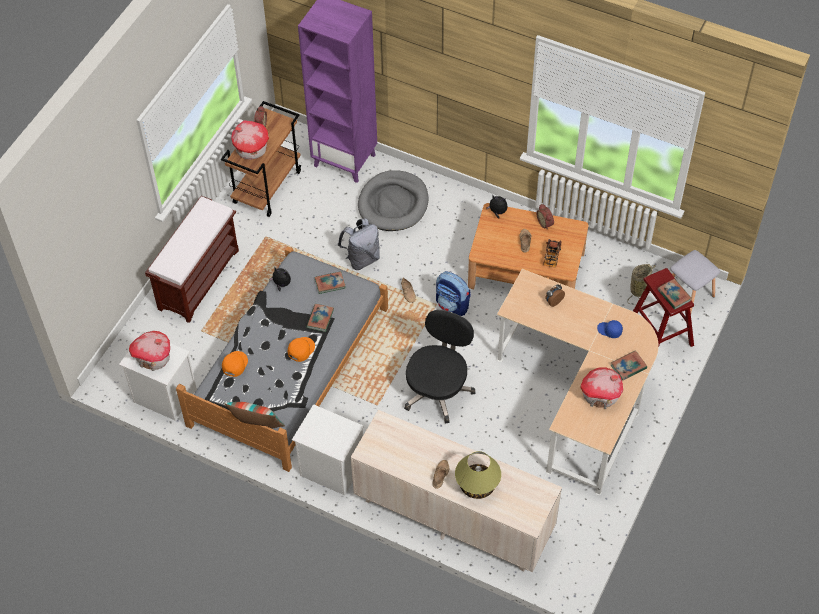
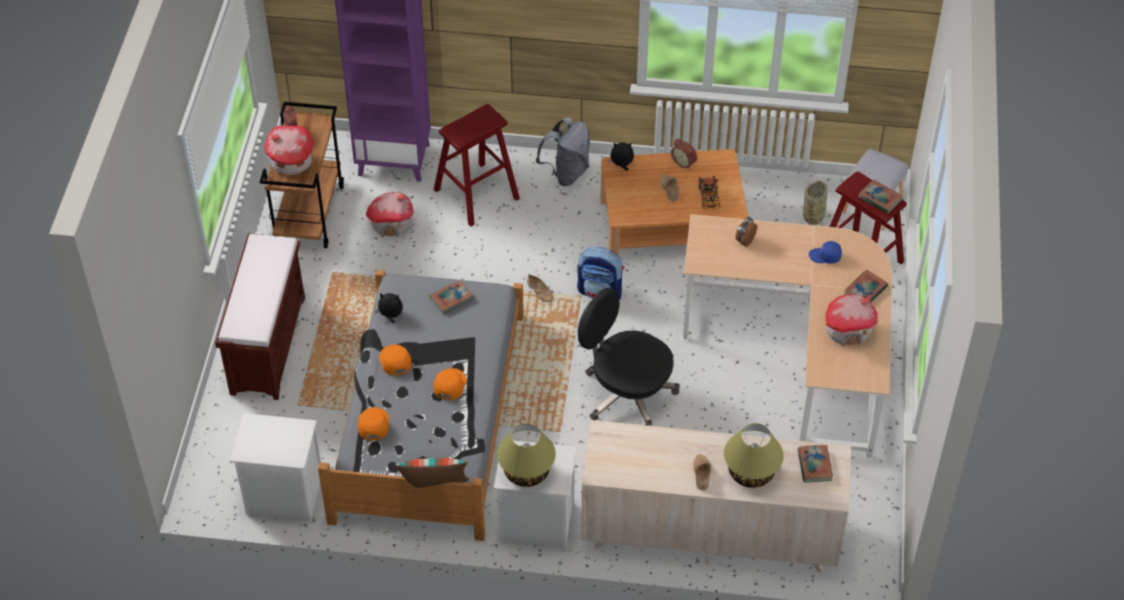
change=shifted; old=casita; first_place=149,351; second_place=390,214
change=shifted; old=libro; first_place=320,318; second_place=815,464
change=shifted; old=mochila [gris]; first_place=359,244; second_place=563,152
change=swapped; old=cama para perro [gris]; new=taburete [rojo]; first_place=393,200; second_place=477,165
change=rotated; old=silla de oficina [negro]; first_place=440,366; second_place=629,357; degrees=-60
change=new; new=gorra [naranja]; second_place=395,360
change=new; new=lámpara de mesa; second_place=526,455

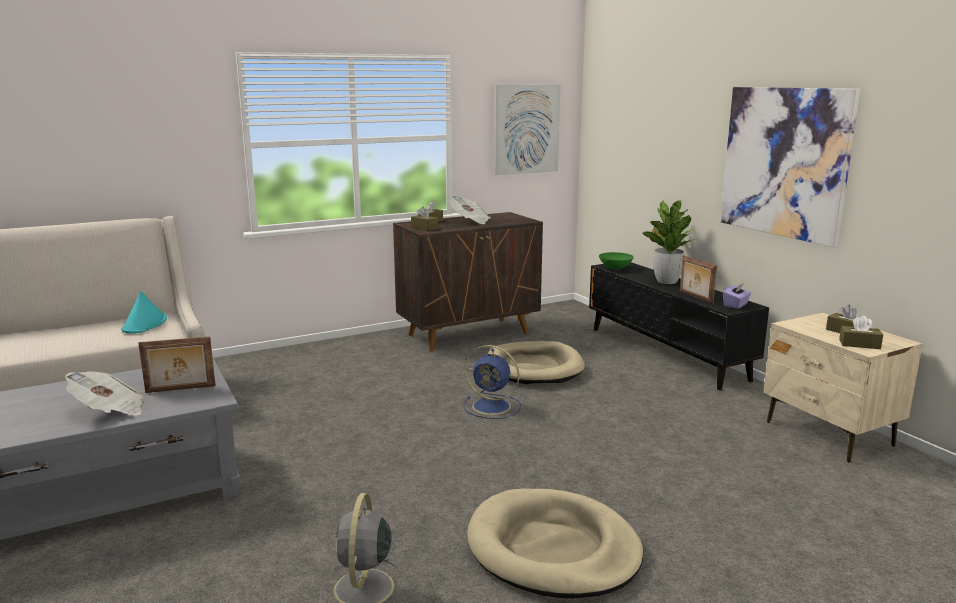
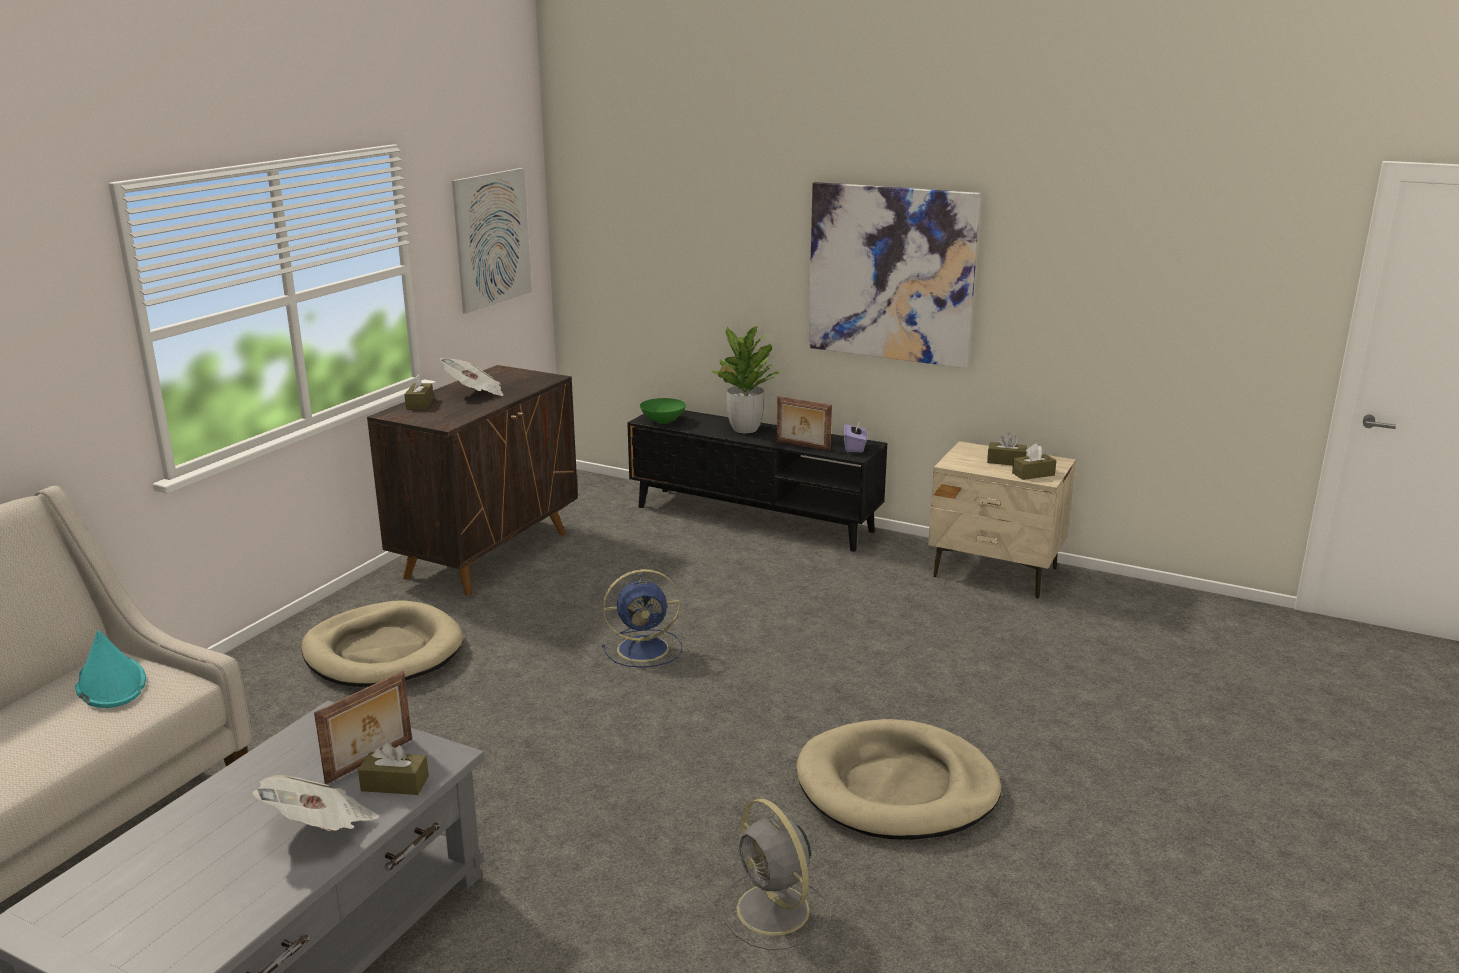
change=shifted; old=caja de pañuelos [marrón]; first_place=424,219; second_place=393,768
change=shifted; old=cama para perro [beis]; first_place=536,362; second_place=382,644

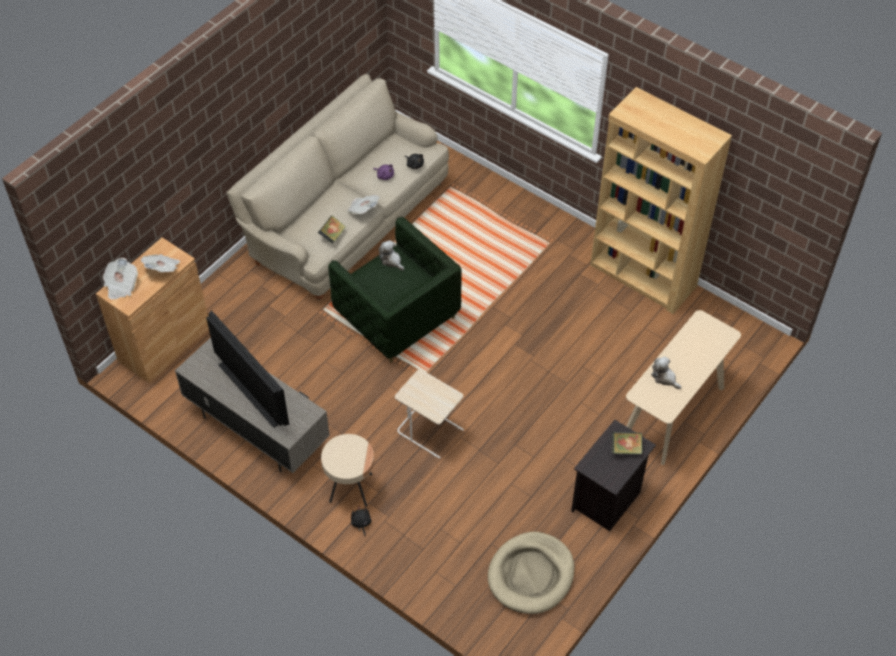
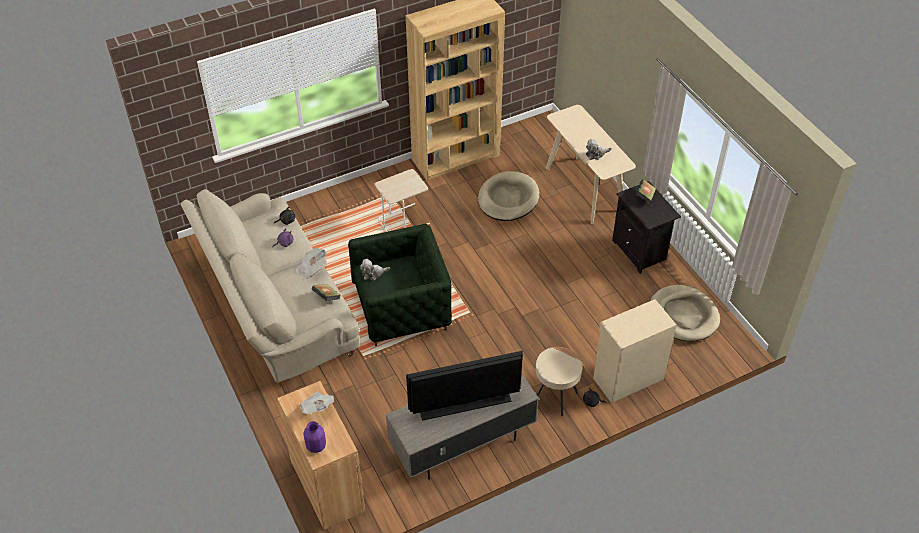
change=swapped; old=periódico; new=florero [morado]; first_place=120,279; second_place=315,437
change=shifted; old=mesa auxiliar [beis]; first_place=429,414; second_place=402,200
change=new; new=cama para perro [beis]; second_place=508,196
change=new; new=armario [beis]; second_place=635,351

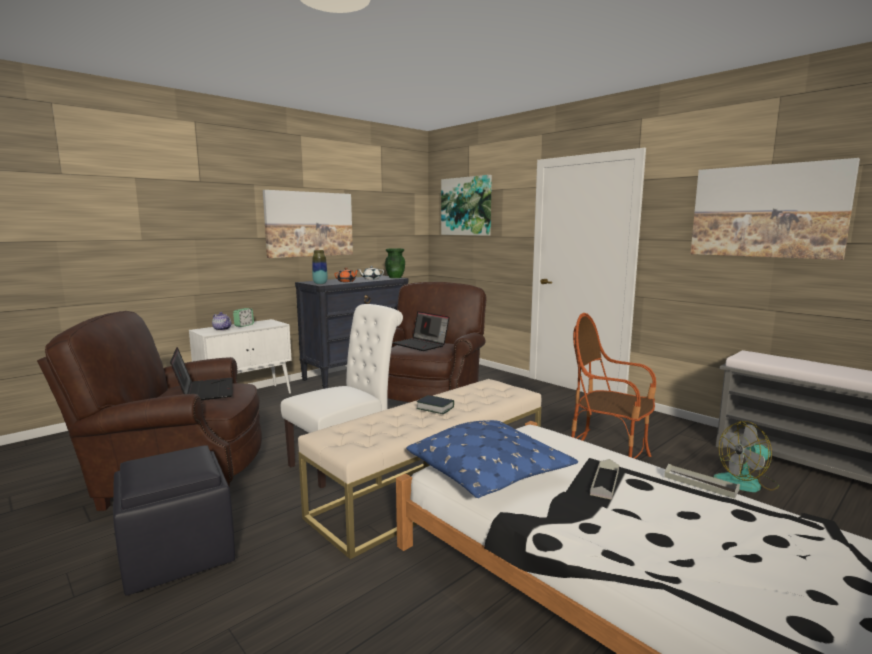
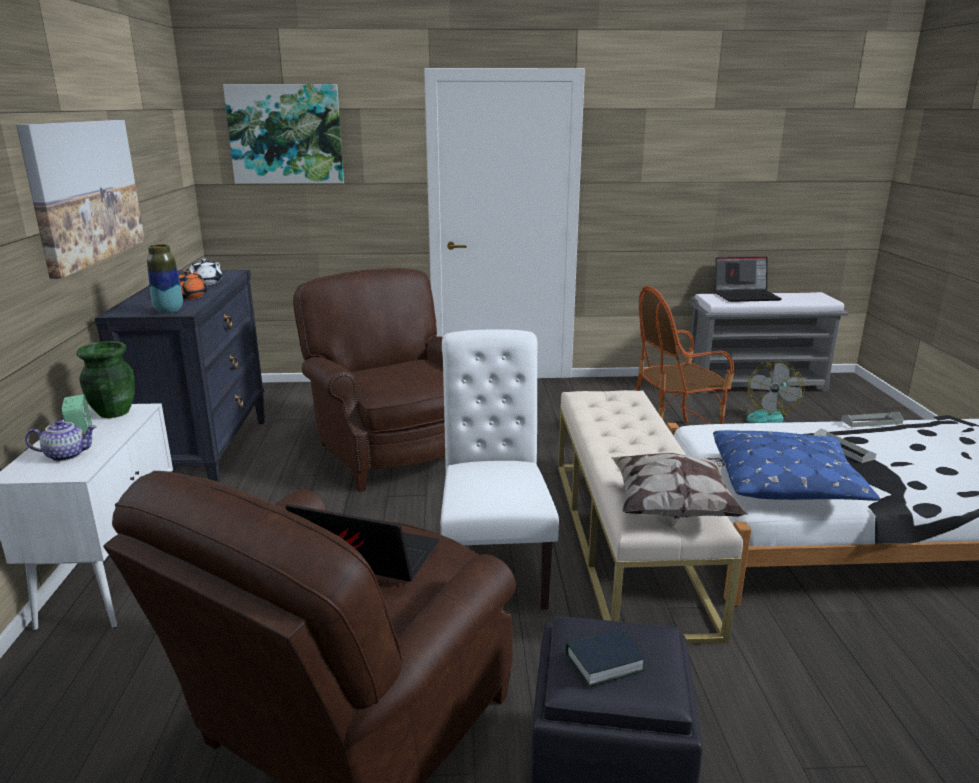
change=shifted; old=florero [verde]; first_place=395,263; second_place=105,379
change=shifted; old=portátil; first_place=421,331; second_place=748,279
change=shifted; old=libro; first_place=435,404; second_place=606,658
change=gone; old=cuadro; first_place=775,209
change=new; new=cojín; second_place=679,486

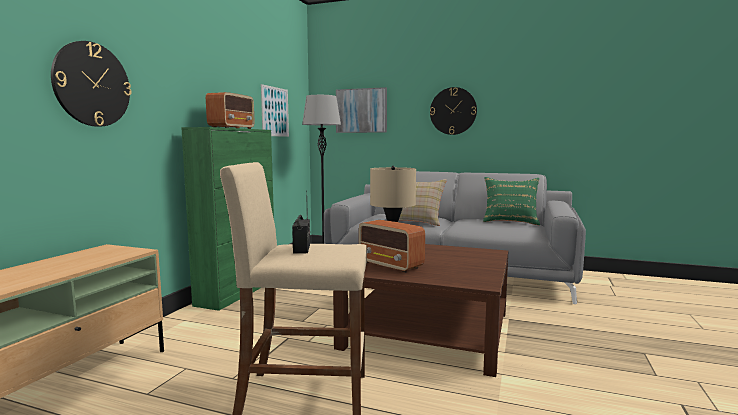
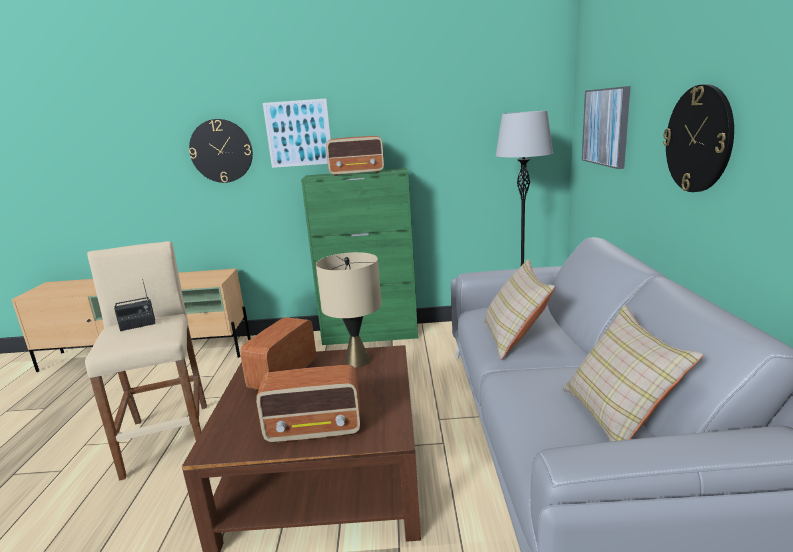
change=shifted; old=cuadro; first_place=275,110; second_place=297,133
change=repainted; old=cojín [verde]; new=cojín [beis]; first_place=511,201; second_place=633,373
change=new; new=radio; second_place=308,404

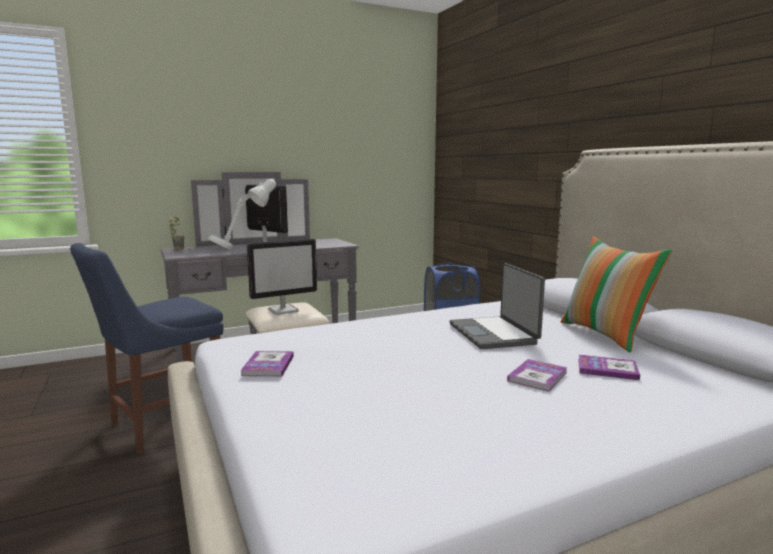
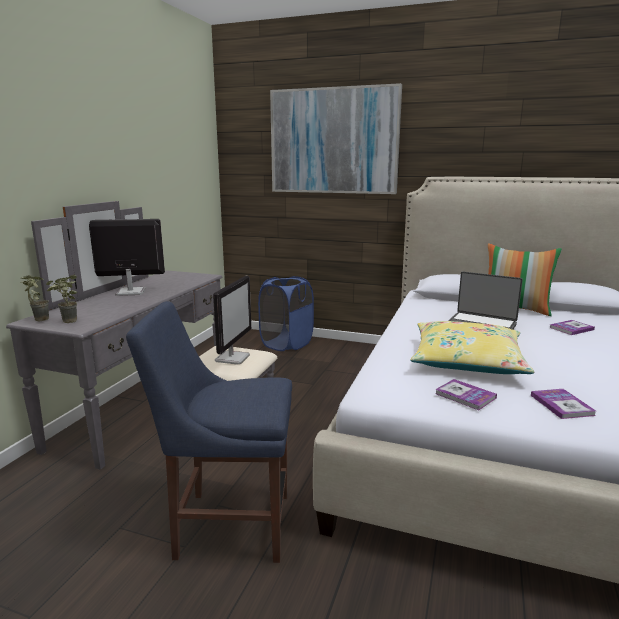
change=rotated; old=silla [azul]; first_place=147,348; second_place=209,432; degrees=90
change=gone; old=lámpara de mesa [blanco]; first_place=242,214
change=shifted; old=libro; first_place=537,375; second_place=563,404
change=new; new=planta en maceta; second_place=61,299
change=new; new=cuadro; second_place=336,138
change=new; new=cojín [amarillo]; second_place=472,347

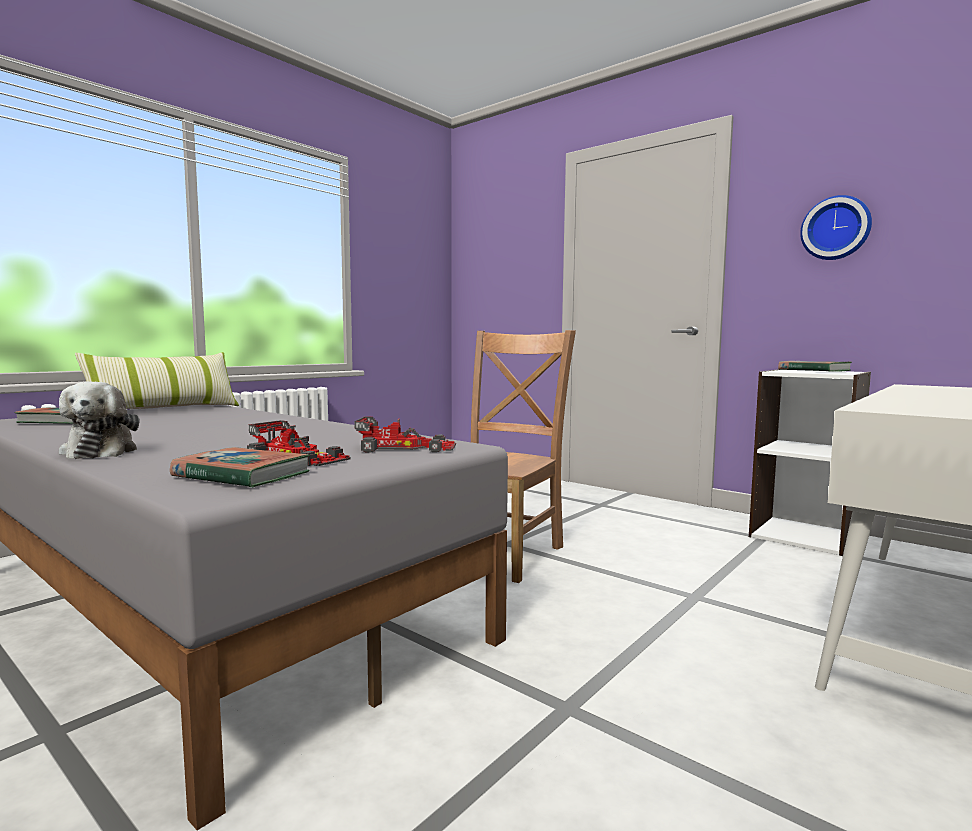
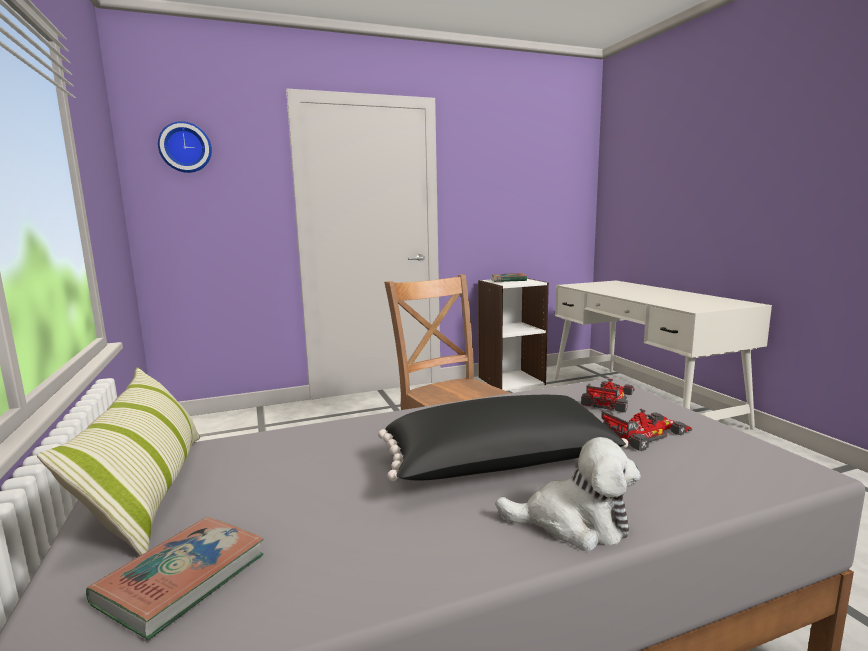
change=gone; old=libro; first_place=240,467
change=shifted; old=reloj de pared; first_place=836,227; second_place=185,147
change=new; new=cojín [negro]; second_place=503,438

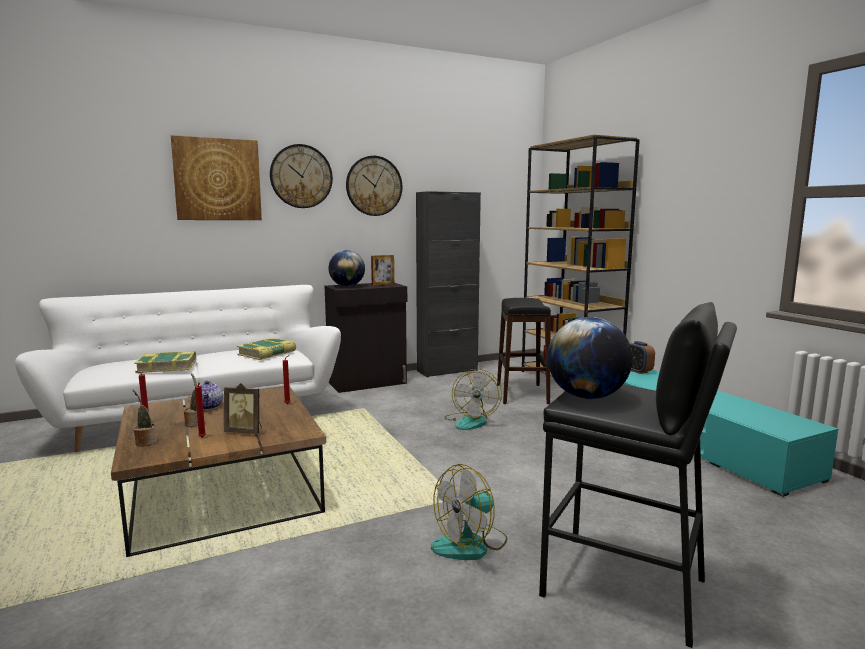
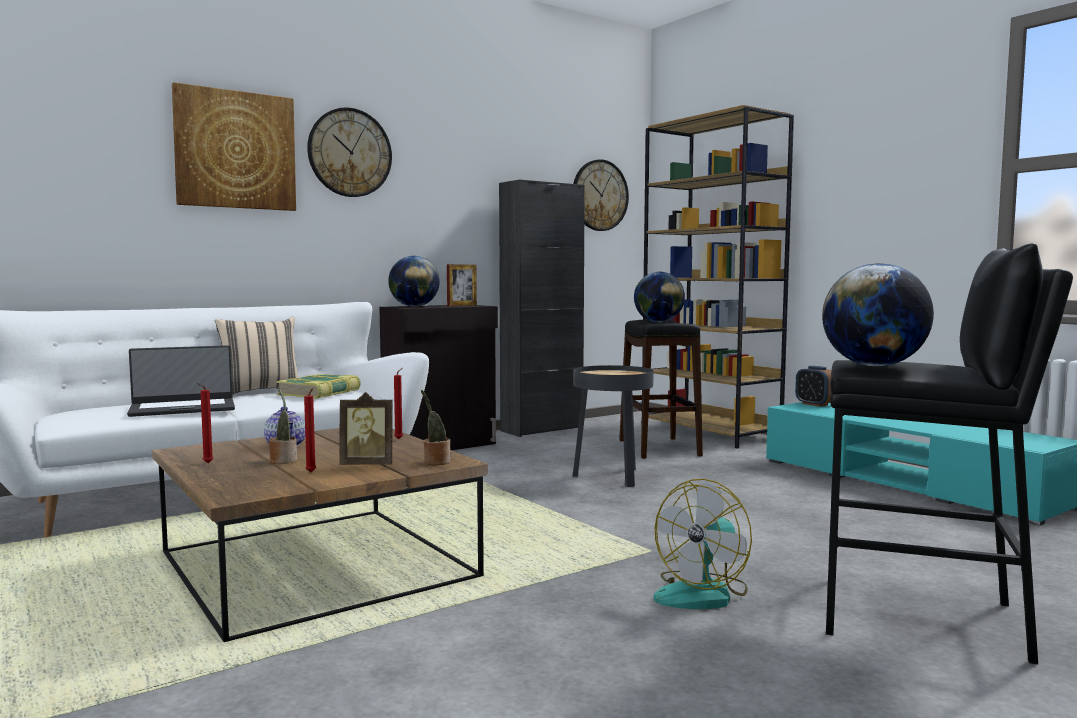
change=shifted; old=planta en maceta; first_place=145,418; second_place=435,428
change=swapped; old=libro; new=portátil; first_place=165,362; second_place=181,381
change=shifted; old=reloj de pared; first_place=374,186; second_place=601,195
change=swapped; old=ventilador; new=mesa auxiliar [negro]; first_place=473,399; second_place=613,426
change=new; new=cojín [beis]; second_place=257,356
change=new; new=globo terráqueo; second_place=659,297

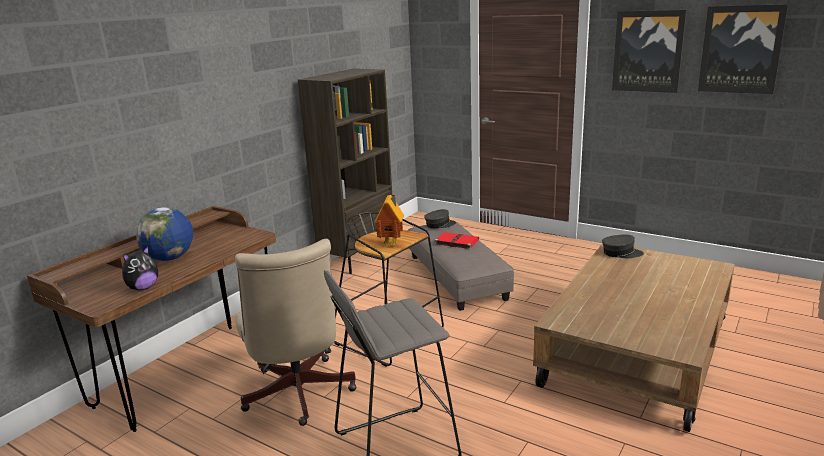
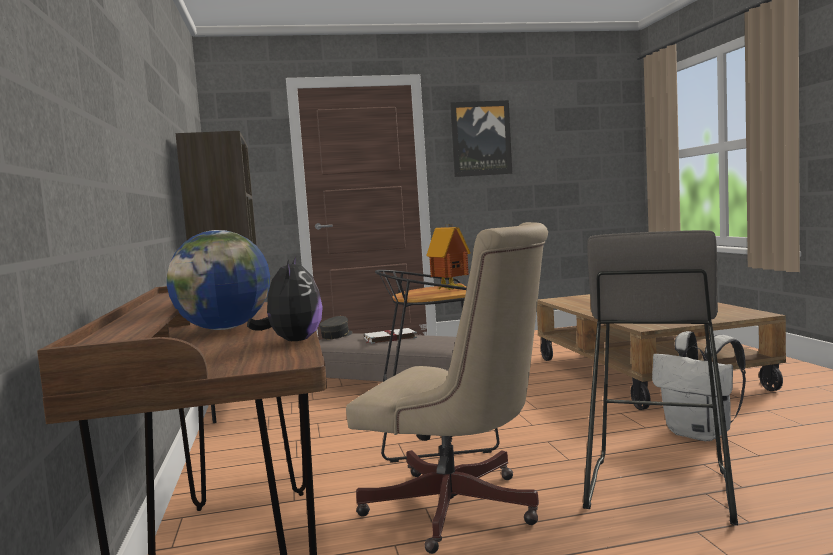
change=repainted; old=libro [rojo]; new=libro [blanco]; first_place=456,240; second_place=390,336
change=gone; old=gorra [gris]; first_place=623,246
change=gone; old=cuadro; first_place=743,49
change=new; new=mochila [blanco]; second_place=699,386

